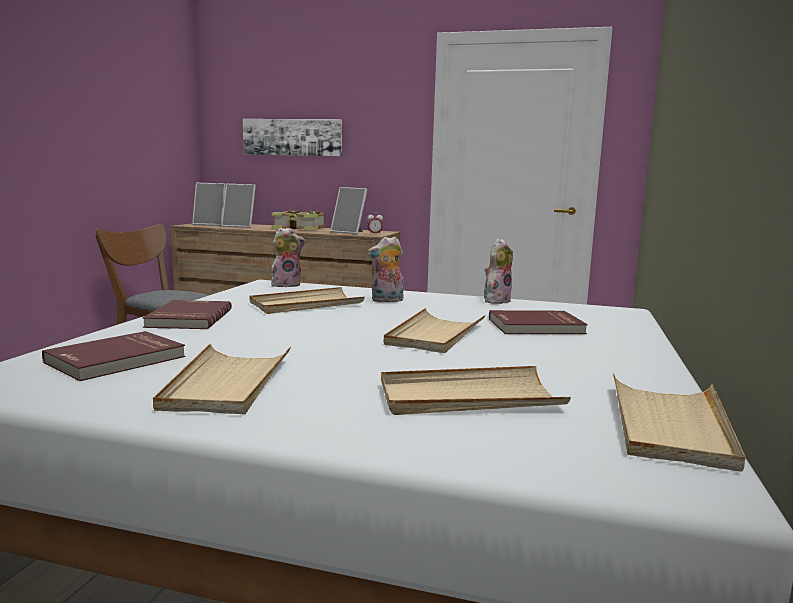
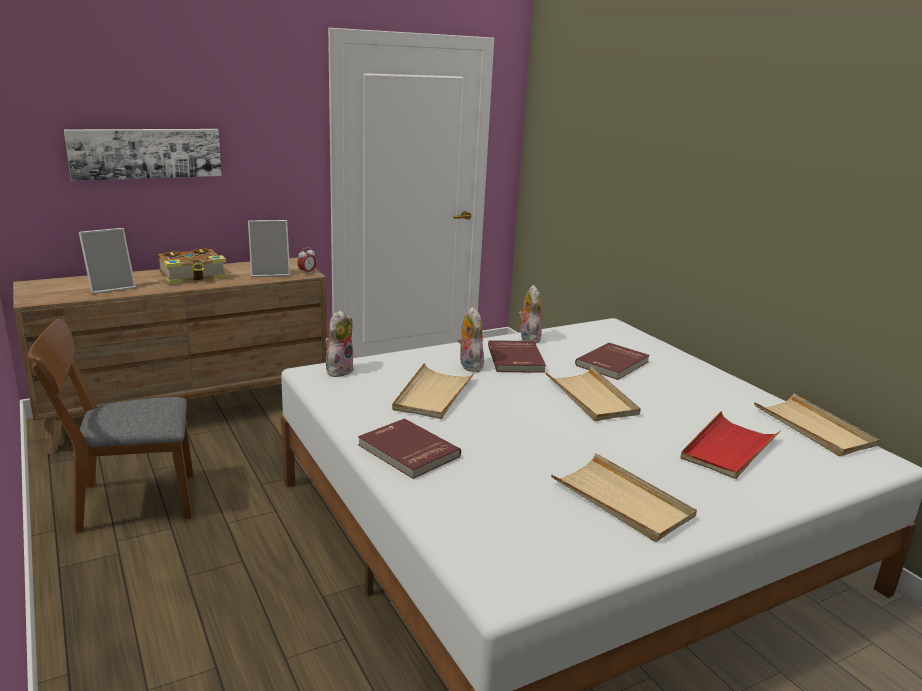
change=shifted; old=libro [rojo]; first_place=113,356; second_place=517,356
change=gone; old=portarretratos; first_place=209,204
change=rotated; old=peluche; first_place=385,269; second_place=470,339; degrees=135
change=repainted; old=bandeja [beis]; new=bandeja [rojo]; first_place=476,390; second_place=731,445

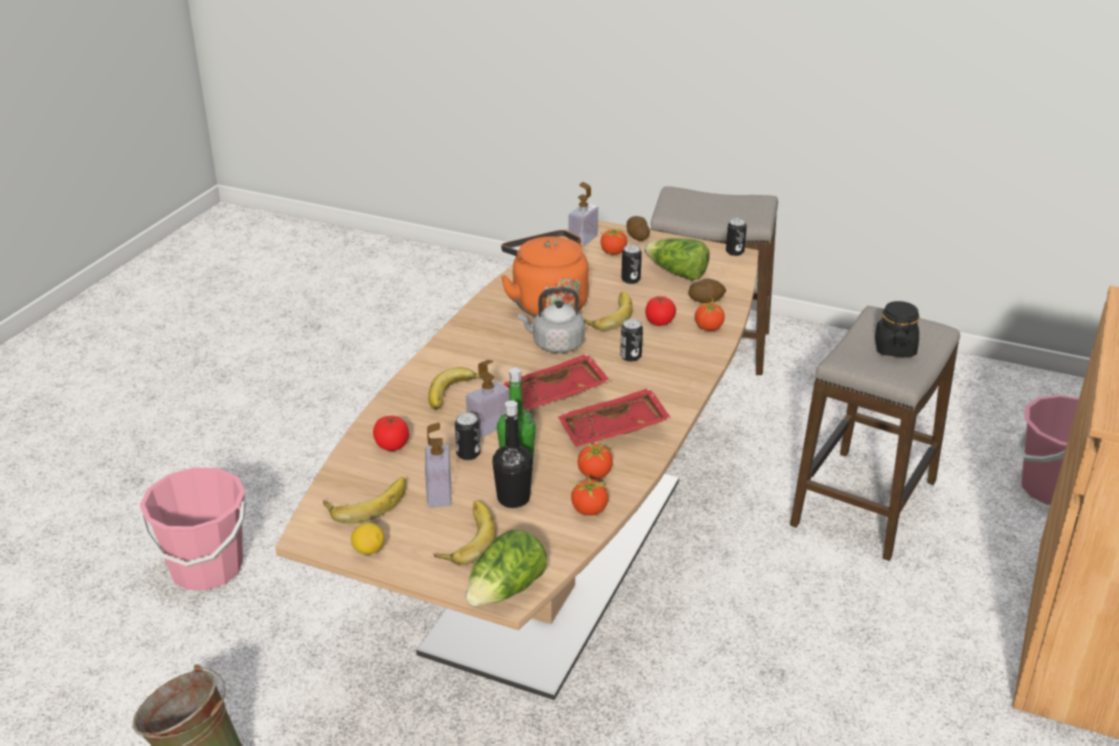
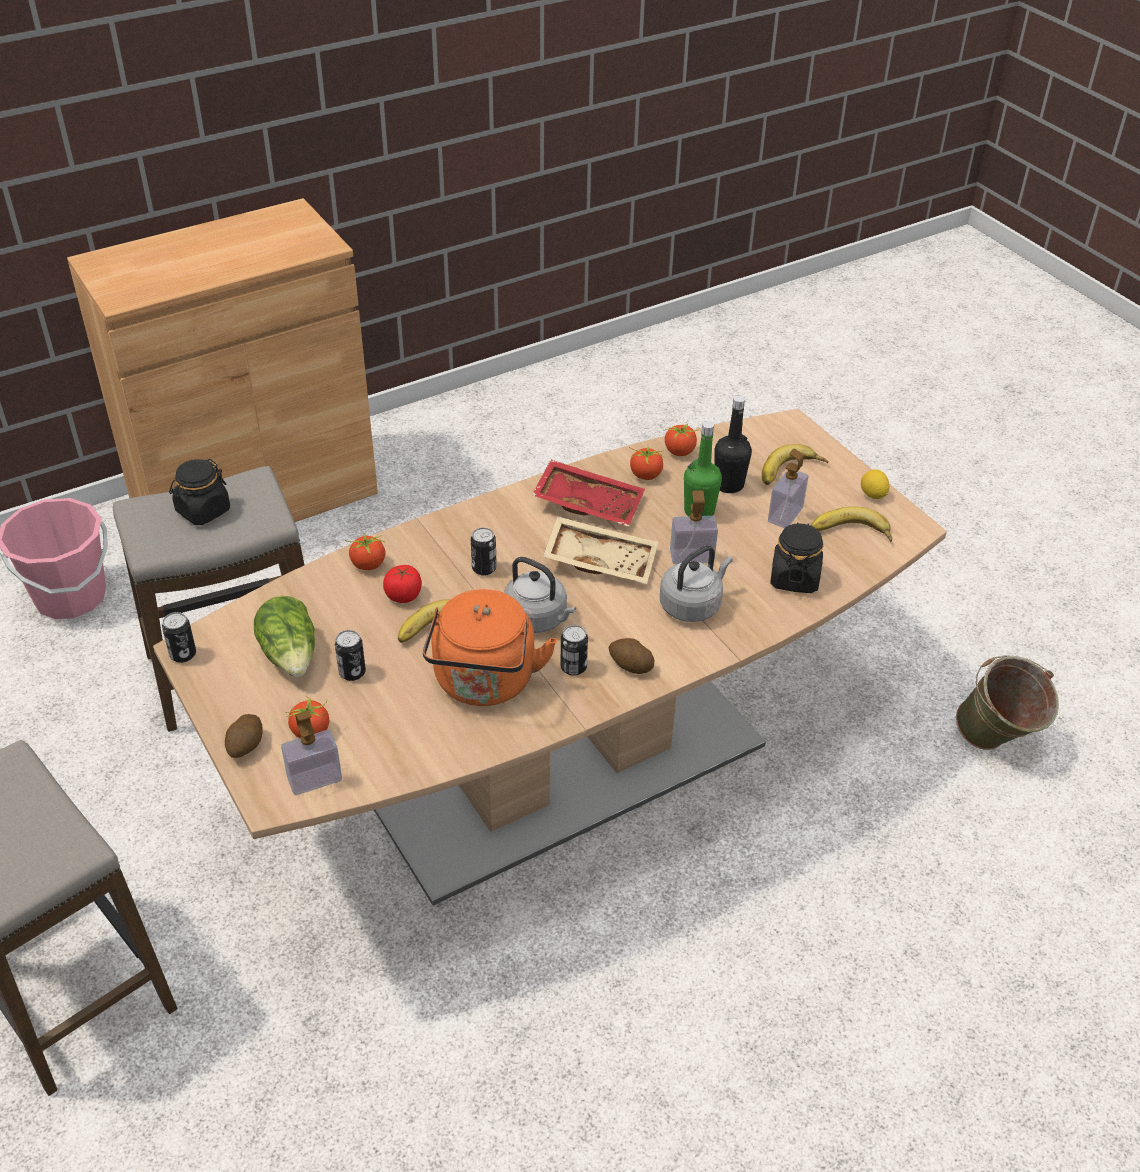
change=gone; old=cubo [rosa]; first_place=192,528
change=swapped; old=tomate; new=tarro [negro]; first_place=391,433; second_place=796,557
change=swapped; old=plátano; new=hervidor [gris]; first_place=454,388; second_place=696,583
change=shifted; old=lata; first_place=467,436; second_place=574,650
change=gone; old=lechuga; first_place=506,568
change=repainted; old=bandeja [rojo]; new=bandeja [beis]; first_place=555,382; second_place=600,550
change=shifted; old=patata; first_place=707,291; second_place=631,656

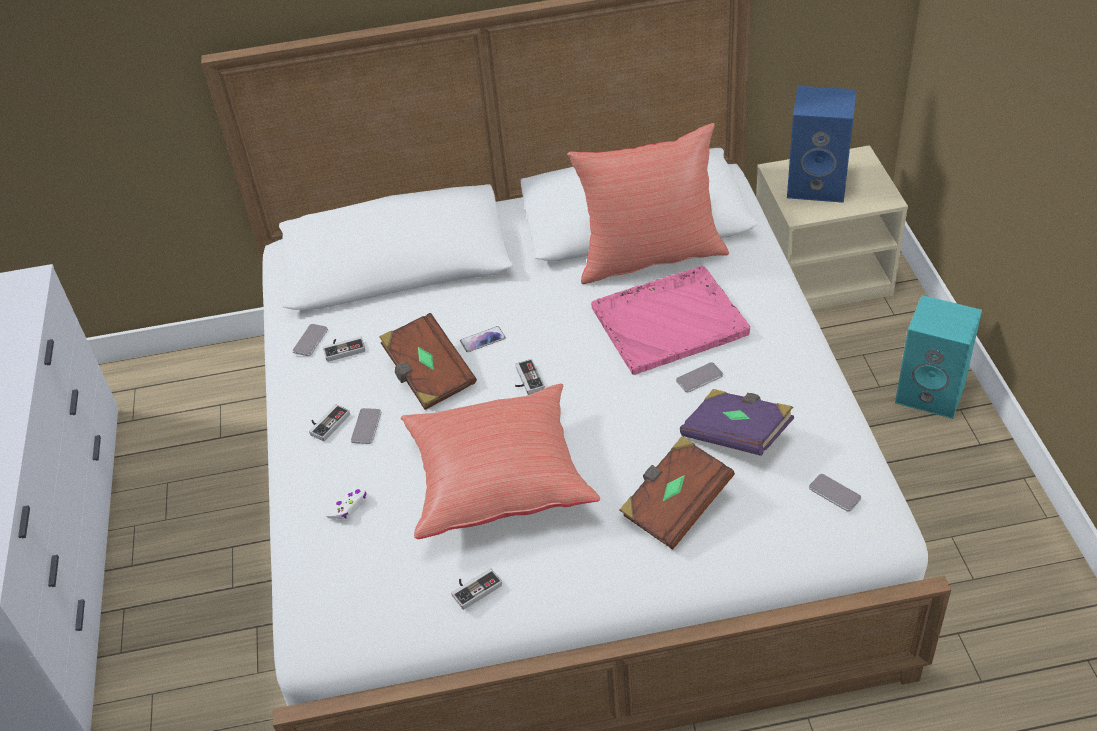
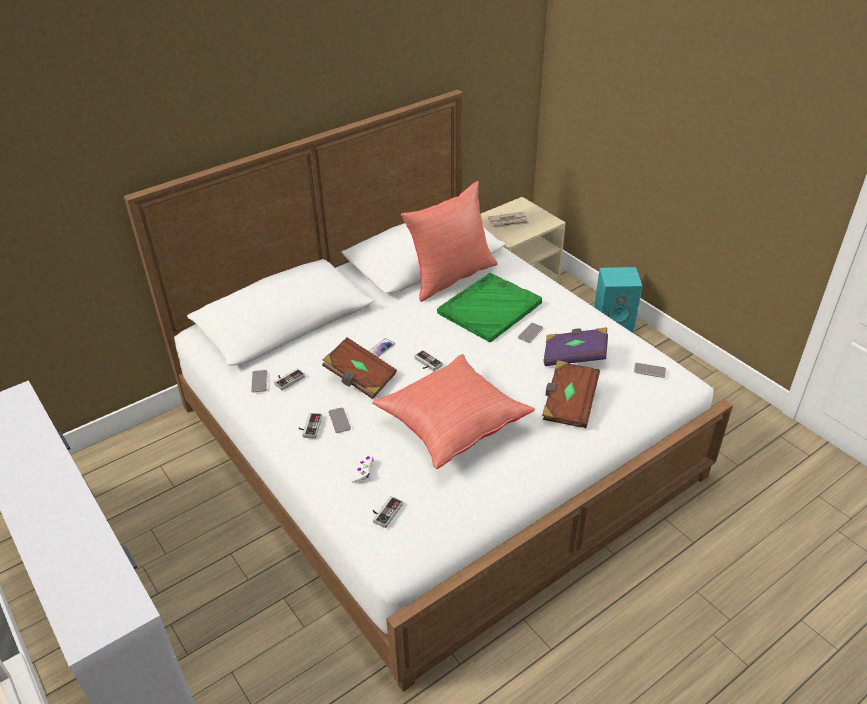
change=shifted; old=mando de consola; first_place=476,589; second_place=388,512
change=repainted; old=bandeja [rosa]; new=bandeja [verde]; first_place=670,320; second_place=489,307
change=swapped; old=altavoz [azul]; new=periódico; first_place=821,144; second_place=509,220

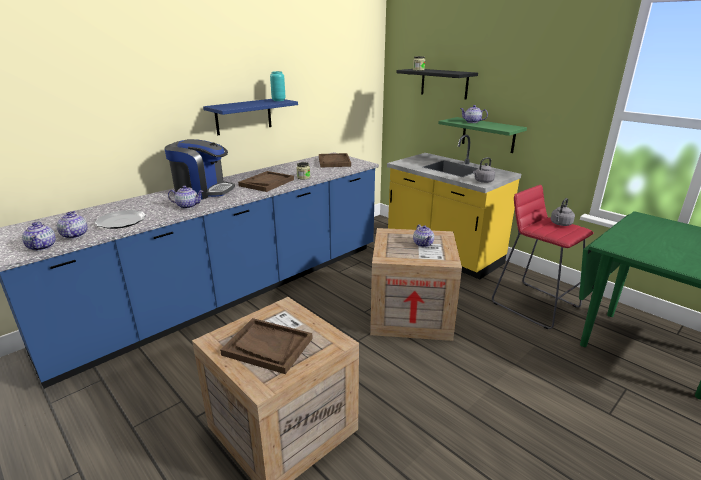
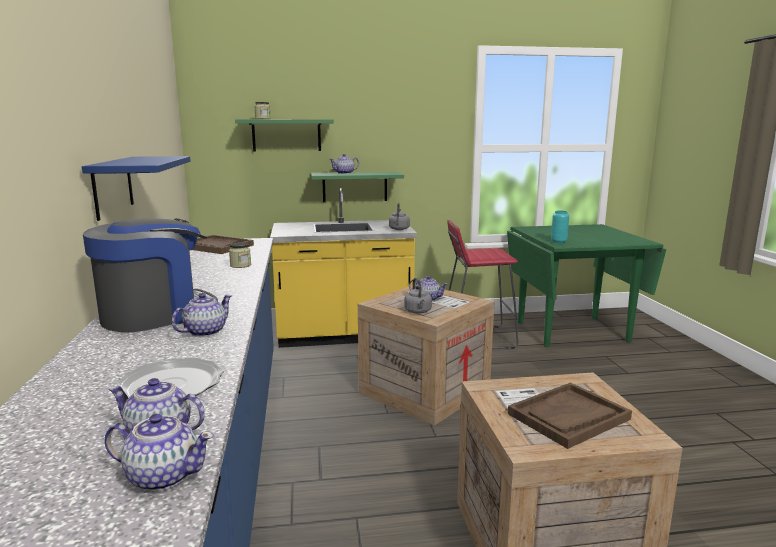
change=gone; old=bandeja [marrón]; first_place=266,181
change=shifted; old=florero [turquesa]; first_place=277,86; second_place=560,227
change=repainted; old=estante [negro]; new=estante [verde]; first_place=437,84; second_place=284,135
change=shifted; old=hervidor [gris]; first_place=563,212; second_place=418,295

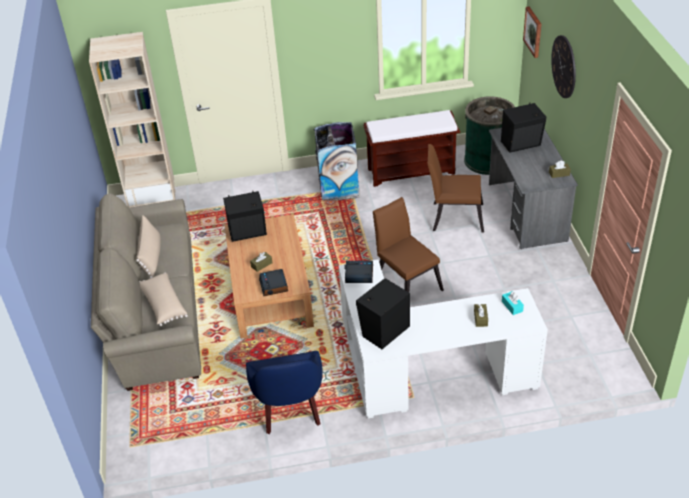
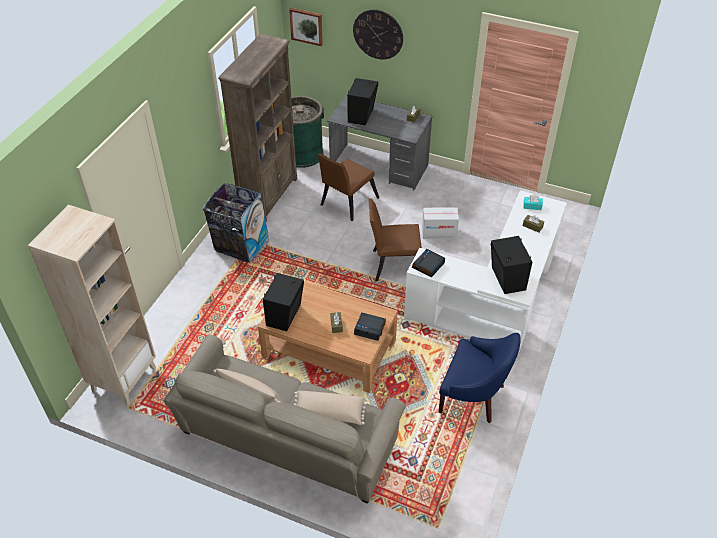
change=swapped; old=banco [marrón]; new=estantería [marrón]; first_place=412,148; second_place=257,127
change=new; new=caja de cartón; second_place=440,223

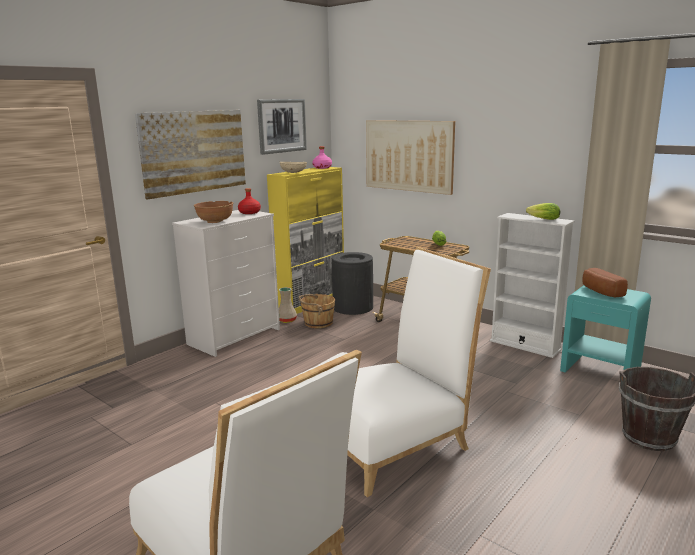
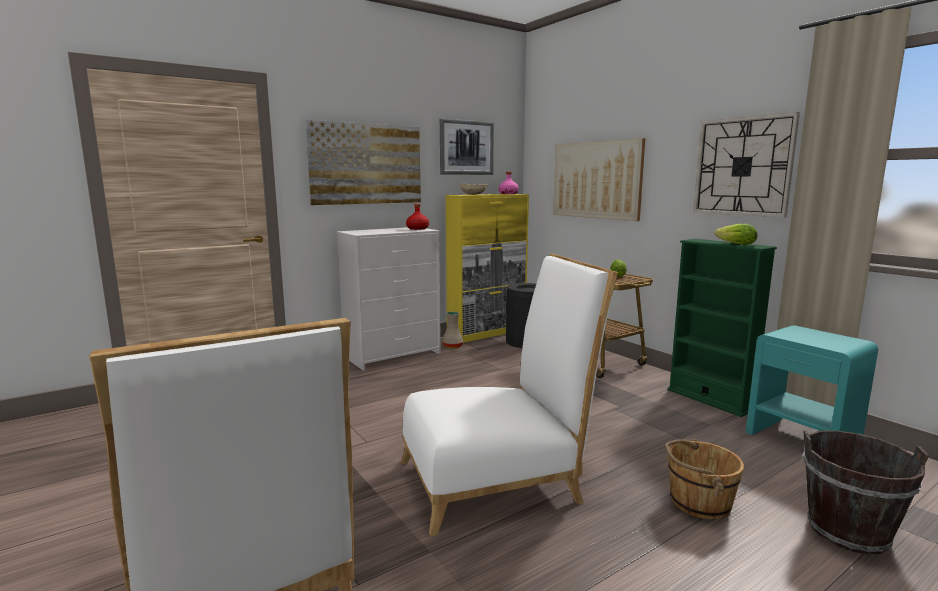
change=gone; old=cuenco [marrón]; first_place=213,212
change=shifted; old=cubo [marrón]; first_place=317,310; second_place=704,479
change=repainted; old=estantería [blanco]; new=estantería [verde]; first_place=532,285; second_place=722,328
change=gone; old=pan; first_place=605,283
change=new; new=reloj de pared; second_place=746,164

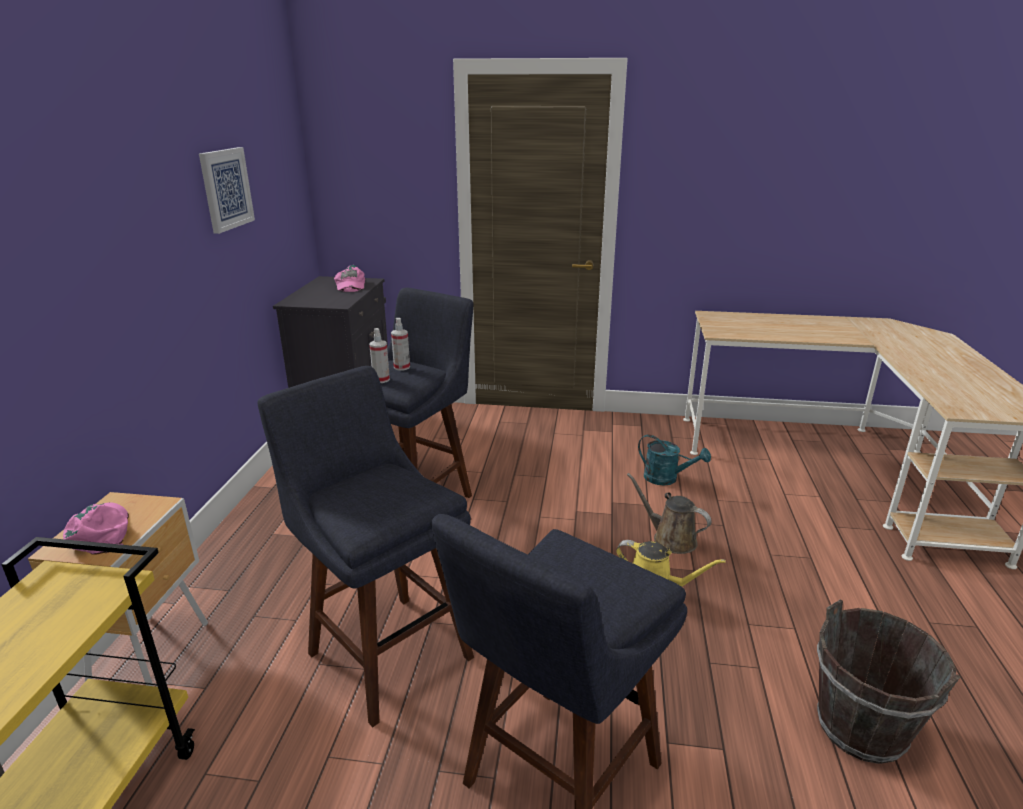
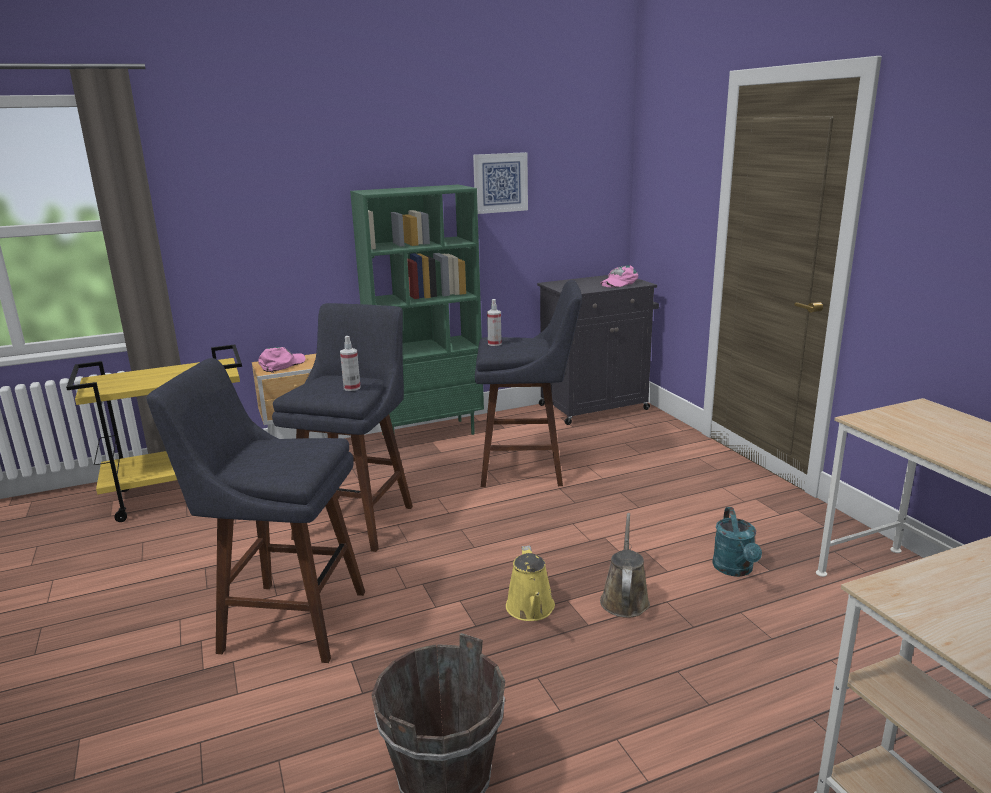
change=shifted; old=pulverizador; first_place=400,344; second_place=350,363
change=new; new=estantería [verde]; second_place=417,310

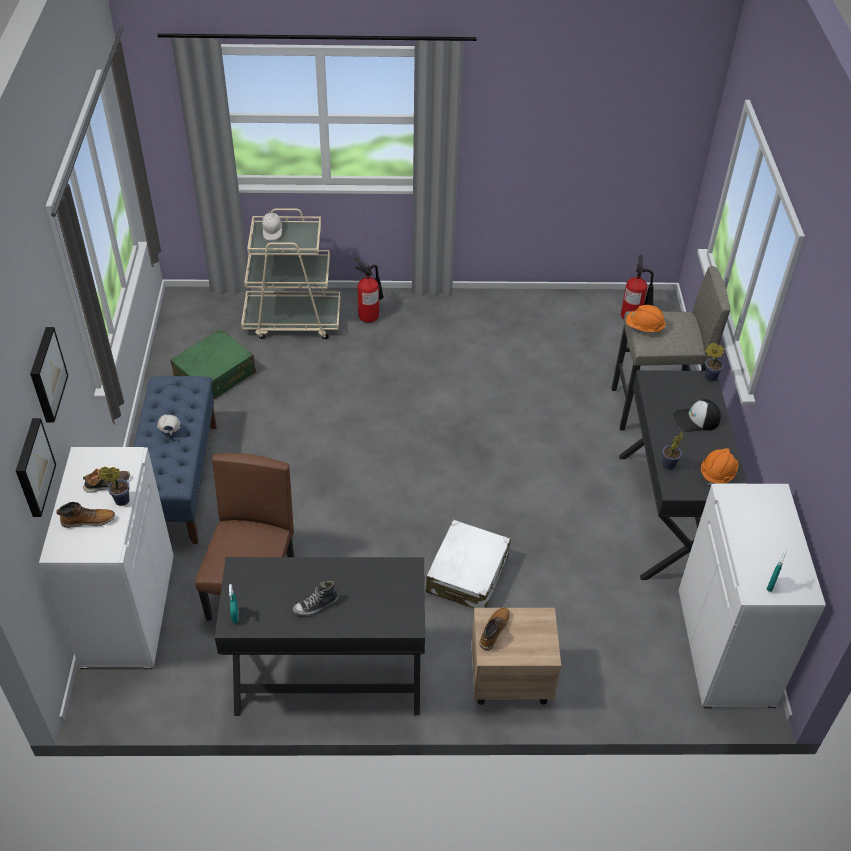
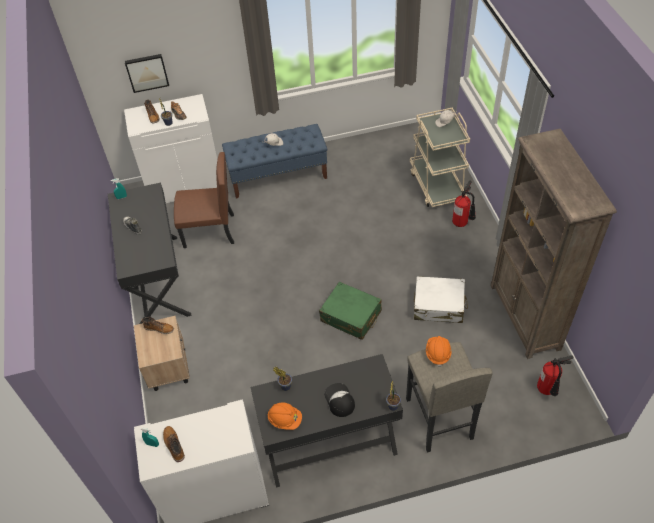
change=gone; old=cuadro; first_place=49,374
change=shifted; old=maleta [verde]; first_place=213,364; second_place=350,311
change=shifted; old=maleta [blanco]; first_place=468,564; second_place=441,299
change=new; new=bota; second_place=174,444
change=new; new=estantería [marrón]; second_place=553,244

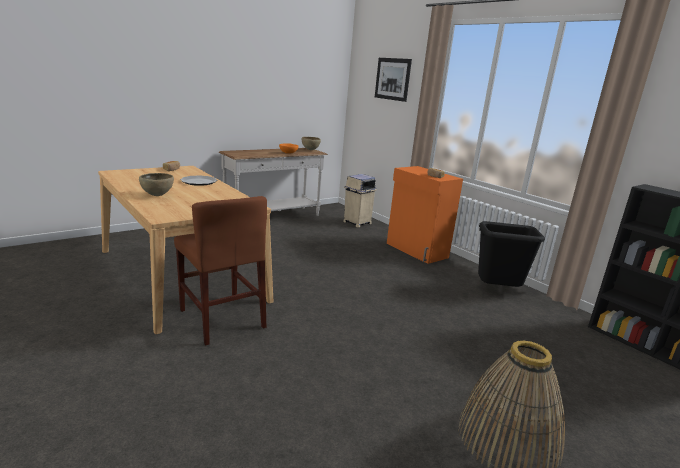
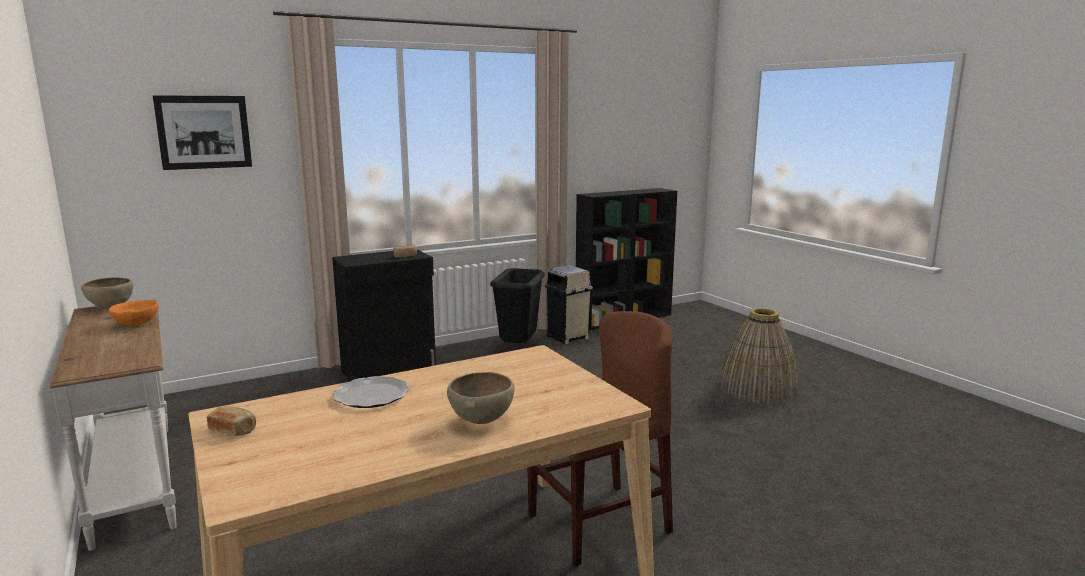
change=shifted; old=papelera [beis]; first_place=360,201; second_place=569,304
change=repainted; old=armario [naranja]; new=armario [negro]; first_place=425,215; second_place=384,315

